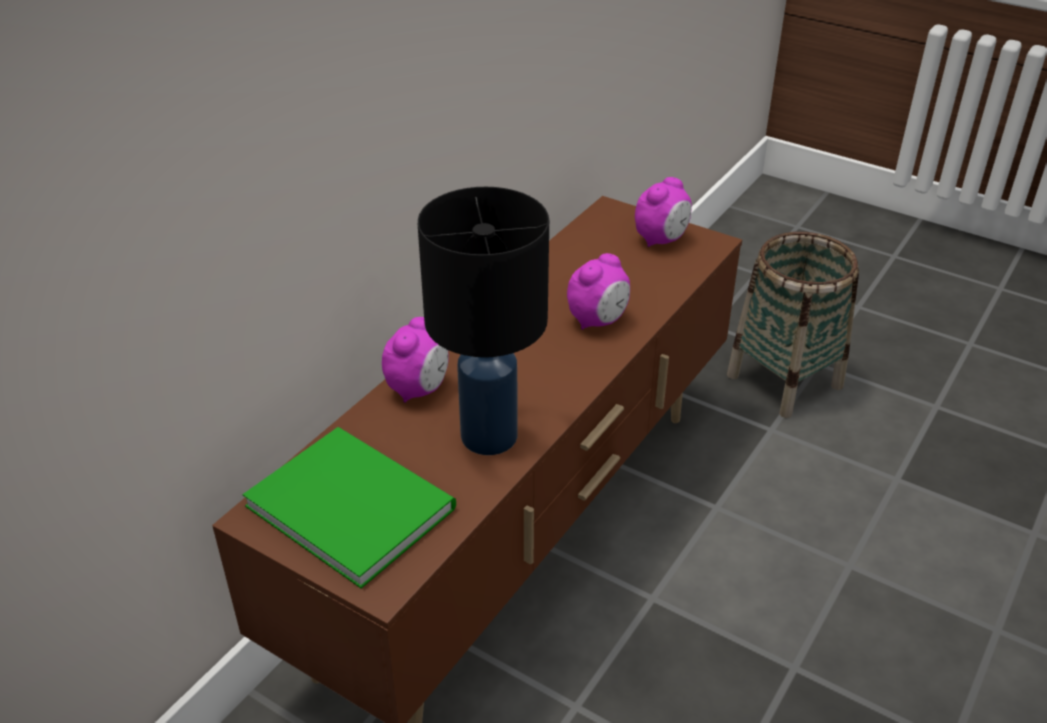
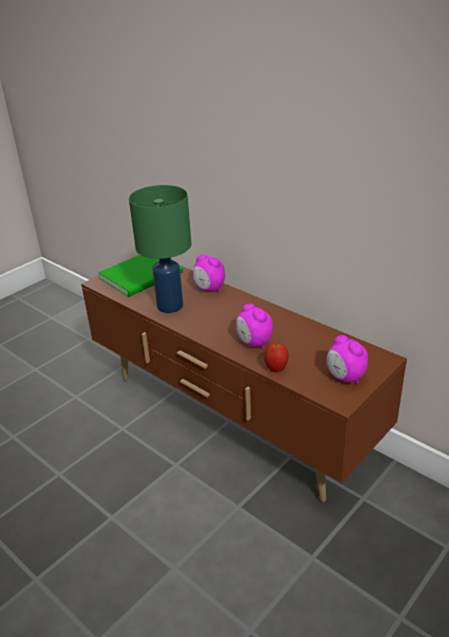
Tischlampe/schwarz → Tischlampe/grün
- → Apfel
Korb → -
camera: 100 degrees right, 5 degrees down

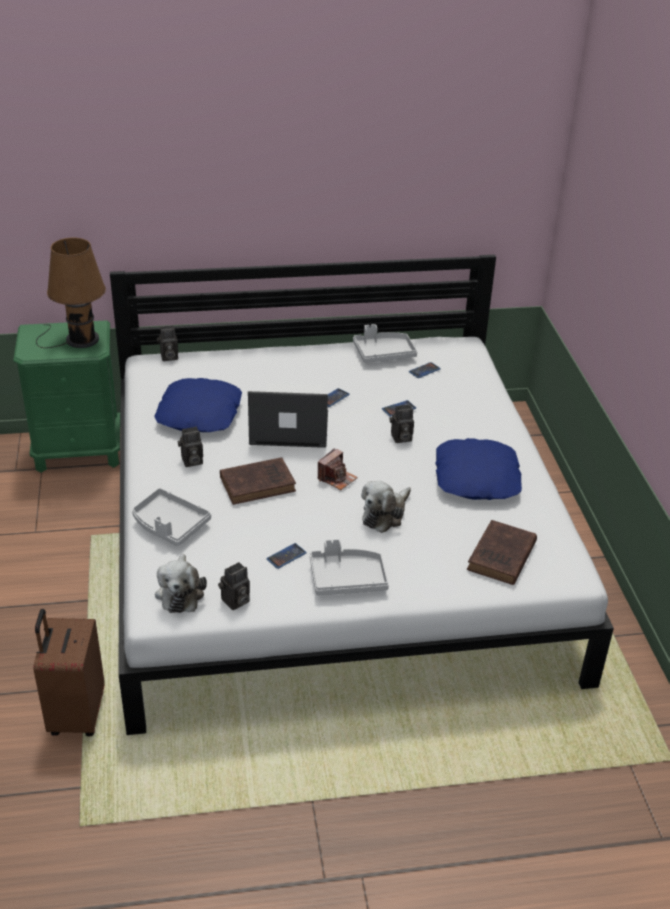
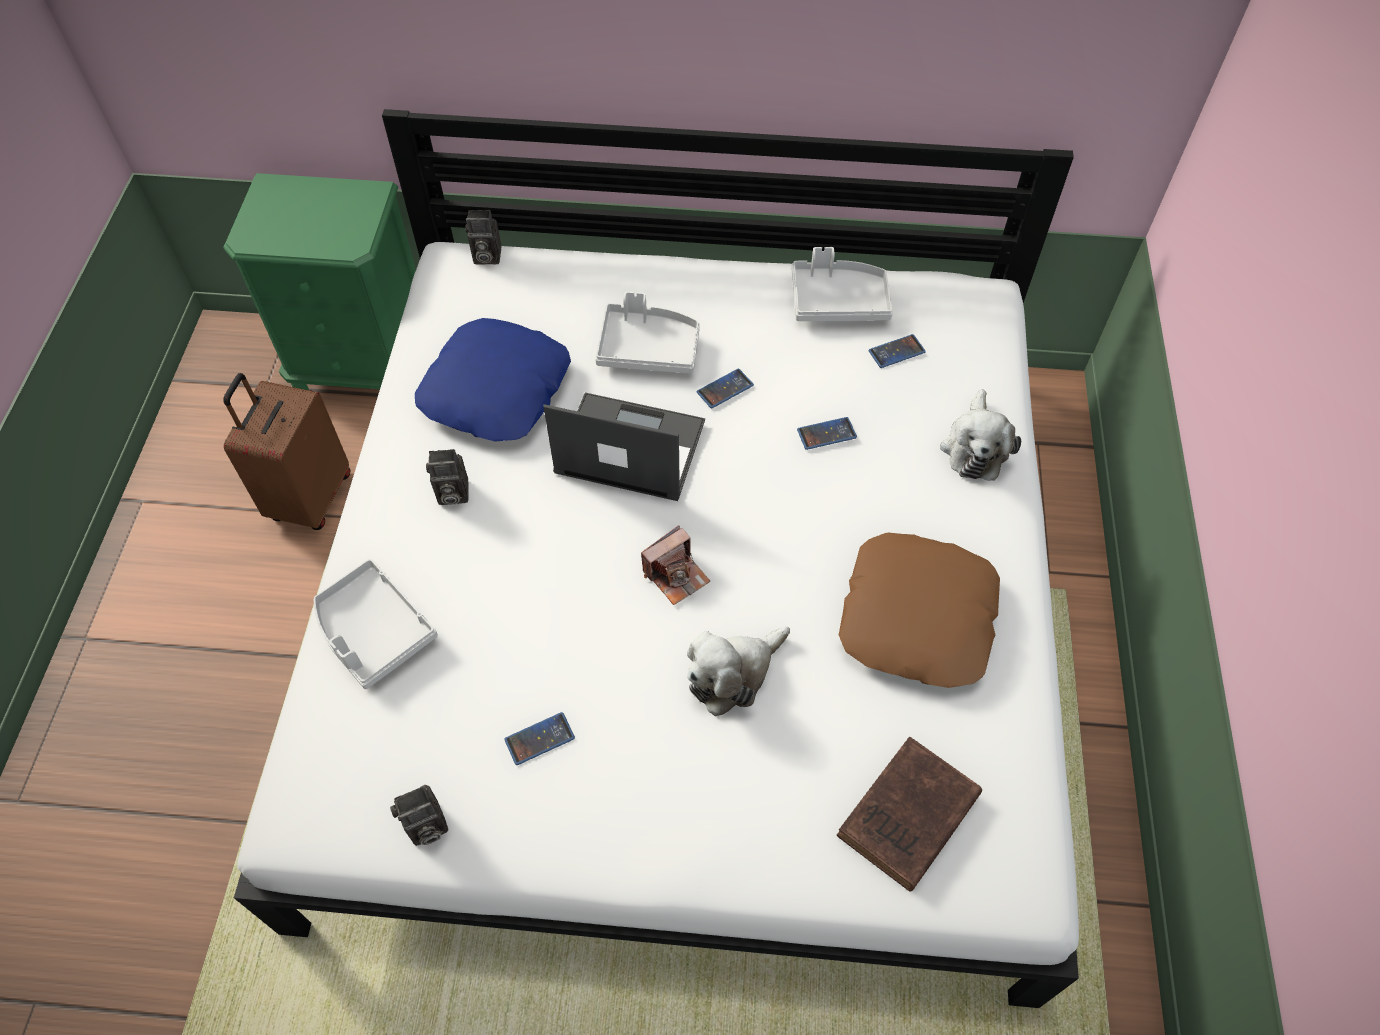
Koffer/braun, relocated
Tablett/grau (no. 2 from left), relocated
Kissen/blau (no. 2 from left) → Kissen/braun
Plüschtier (no. 1 from left in the first image) → Plüschtier (no. 2 from left), relocated
Tischlampe/braun → -
Buch/braun (no. 1 from left) → -
Kamera (no. 5 from left) → -
camera: 15 degrees right, 20 degrees up

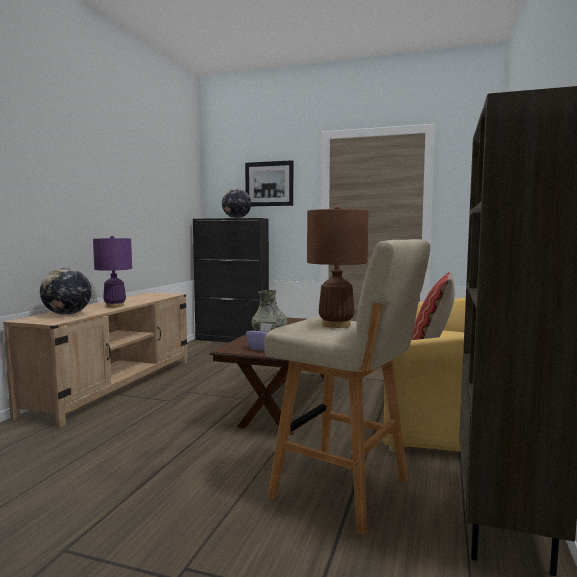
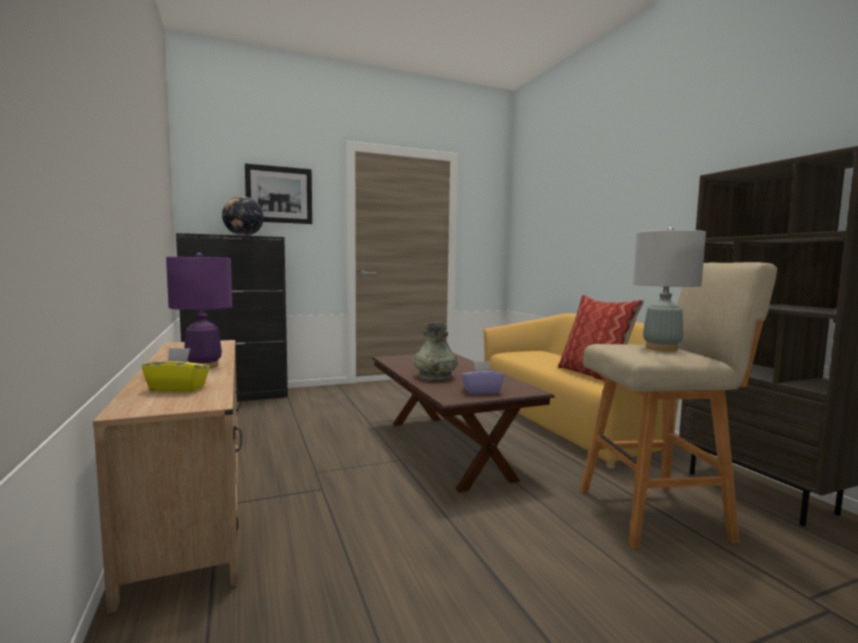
Globus (no. 1 from left) → Taschentuchbox/gelb
Tischlampe/braun → Tischlampe/grau
camera: 40 degrees left, 0 degrees up

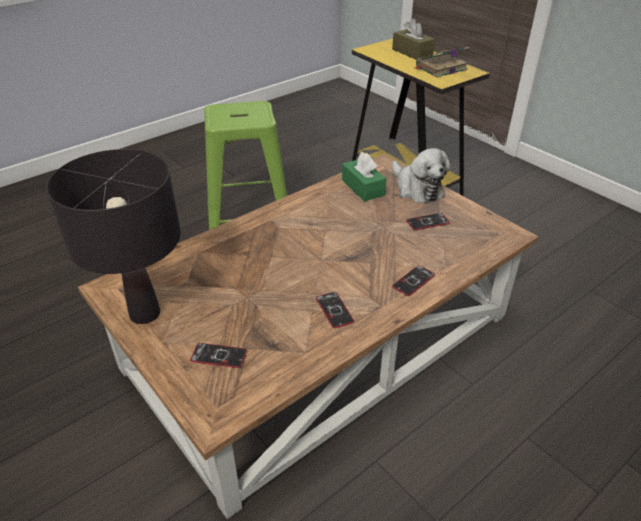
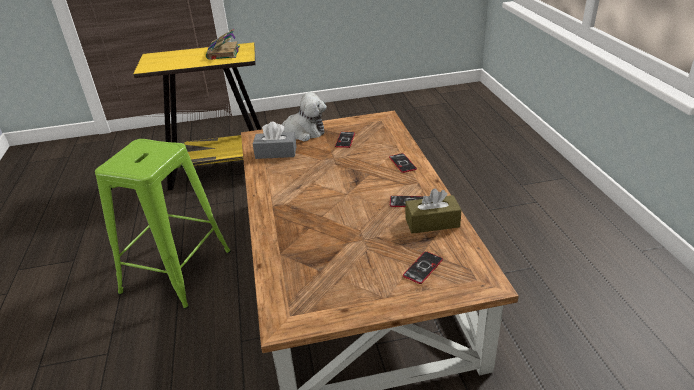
Taschentuchbox/grün → Taschentuchbox/grau
Taschentuchbox/braun, relocated
Tischlampe/schwarz → -
camera: 60 degrees left, 5 degrees down

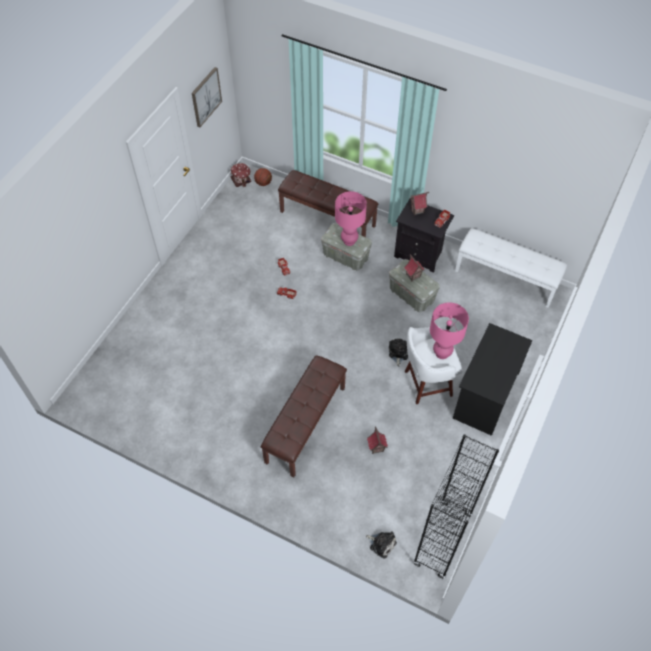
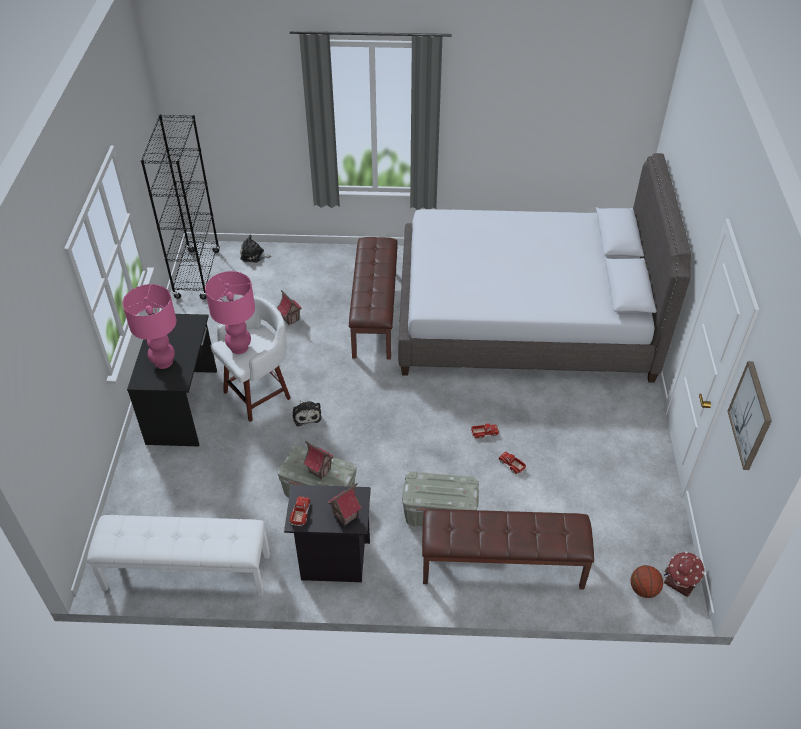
Tischlampe/rosa (no. 1 from left), relocated
- → Bett/grau
camera: 155 degrees right, 10 degrees down

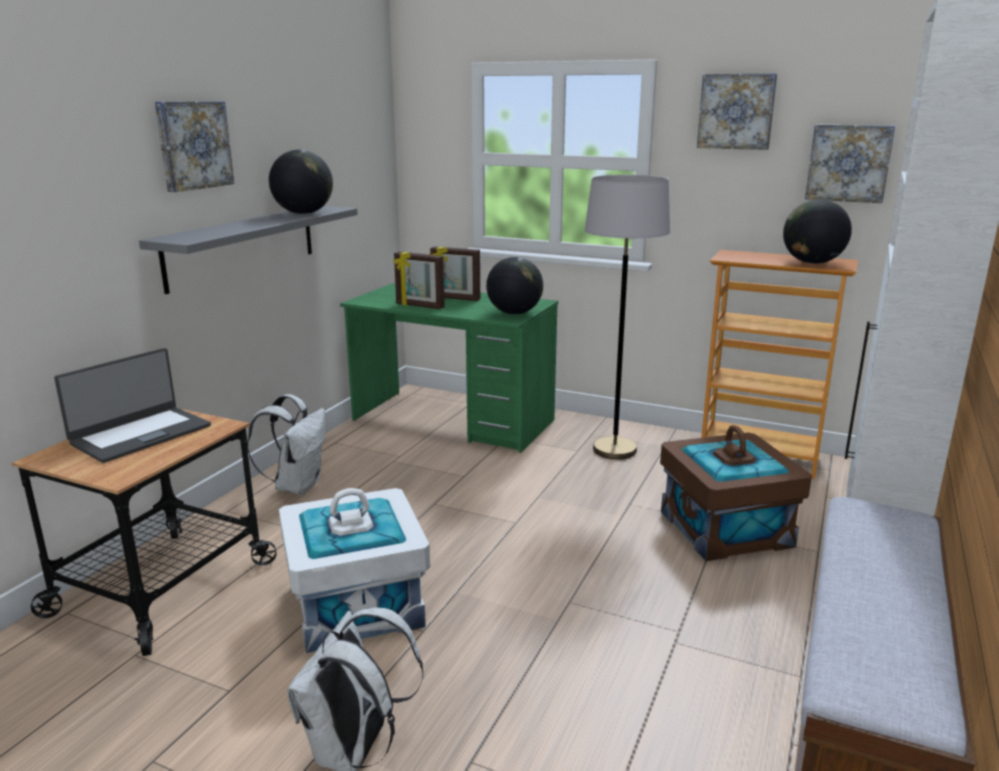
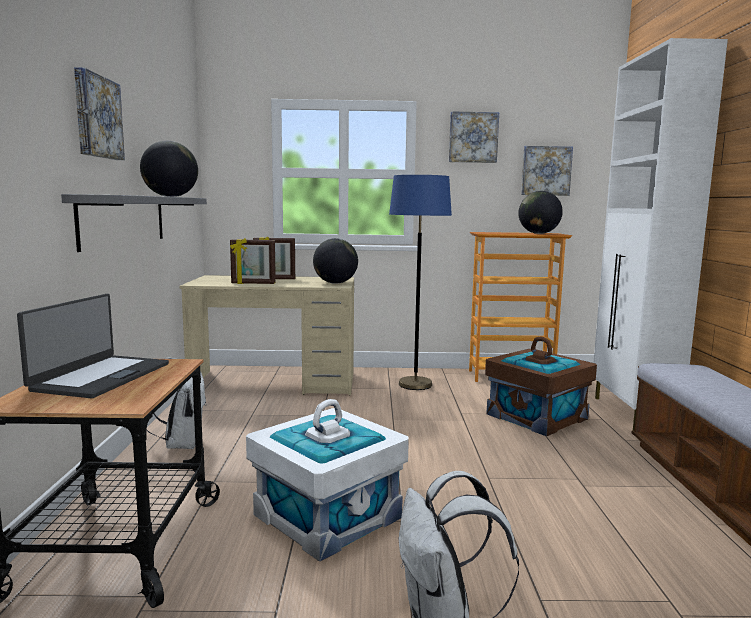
Schreibtisch/grün → Schreibtisch/beige
Stehlampe/grau → Stehlampe/blau
camera: 25 degrees left, 10 degrees down

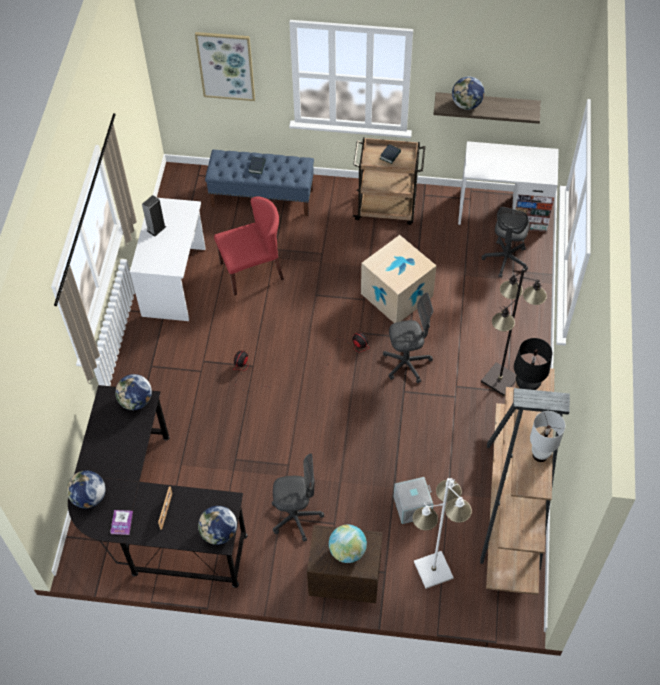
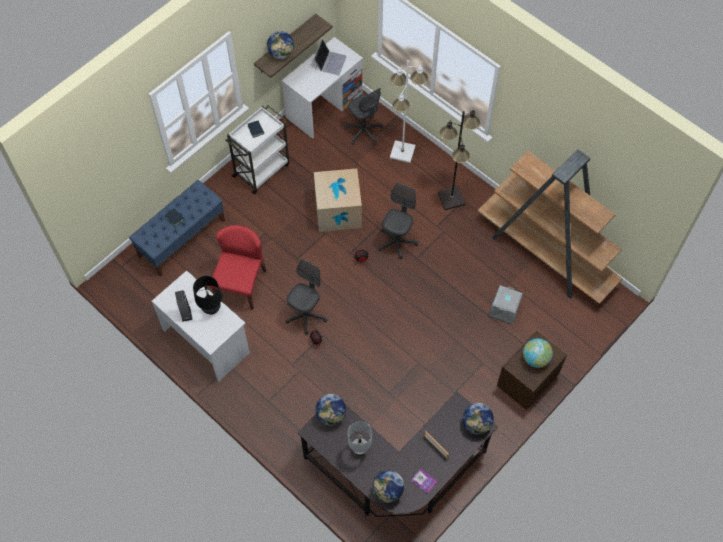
Tischlampe/schwarz, relocated
Rollwagen/braun → Rollwagen/weiß
Bürostuhl/grau (no. 1 from left), relocated
- → Laptop
Tischlampe/weiß, relocated
Stehlampe/weiß, relocated
Bild → -
camera: 55 degrees left, 5 degrees up

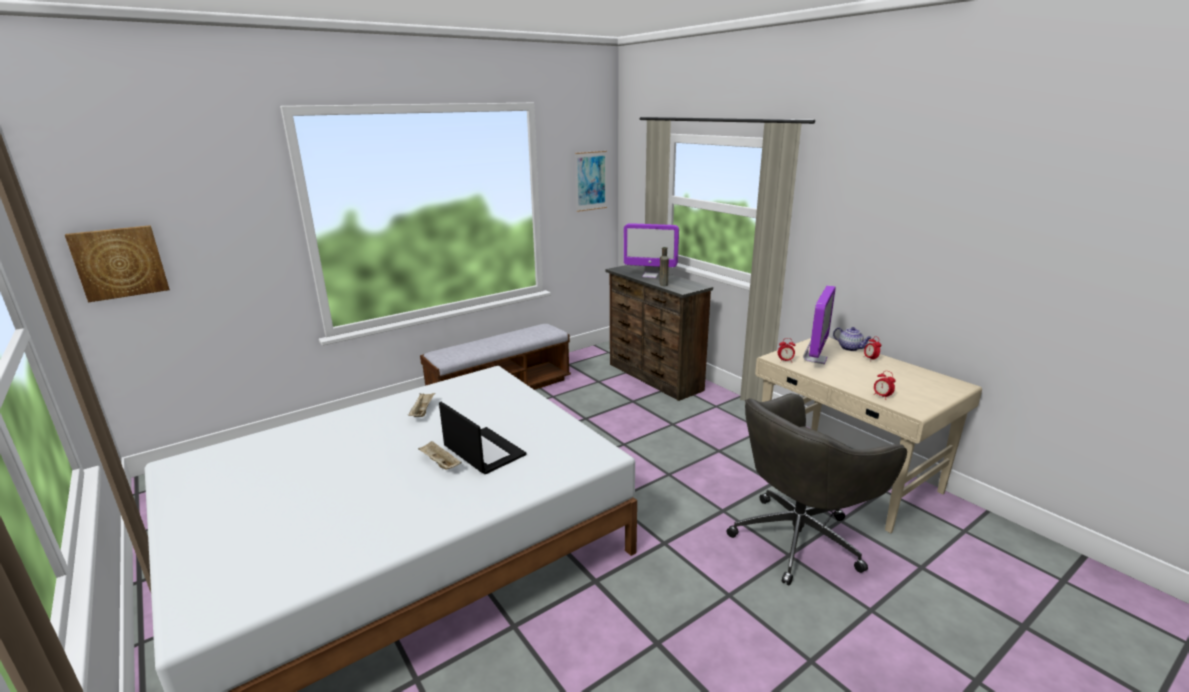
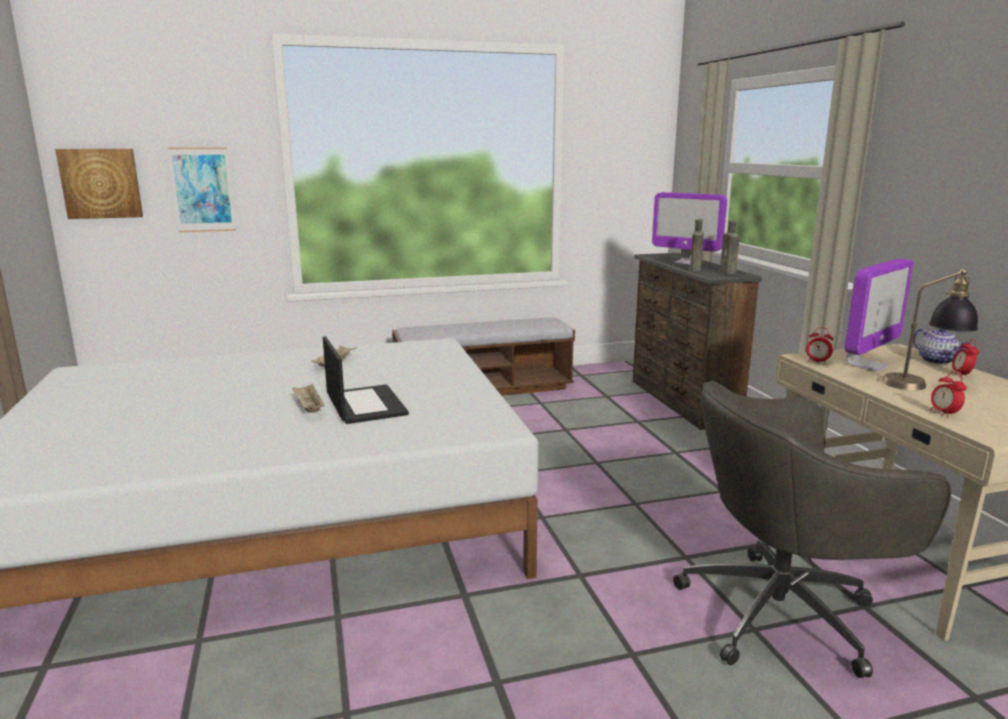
Bild (no. 2 from left), relocated
- → Flasche/braun (no. 2 from left)
- → Tischlampe
camera: 20 degrees right, 5 degrees down

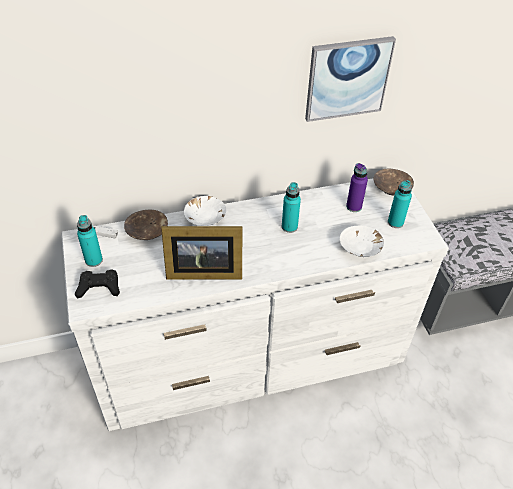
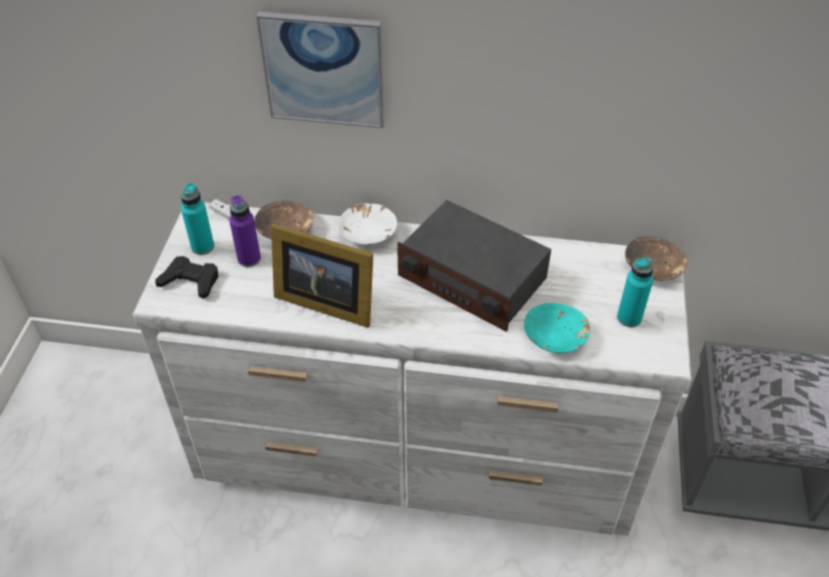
Flasche/lila, relocated
Bild, relocated
Flasche/türkis (no. 2 from left) → Radio
Schüssel/weiß (no. 2 from left) → Schüssel/türkis
camera: 25 degrees right, 0 degrees up

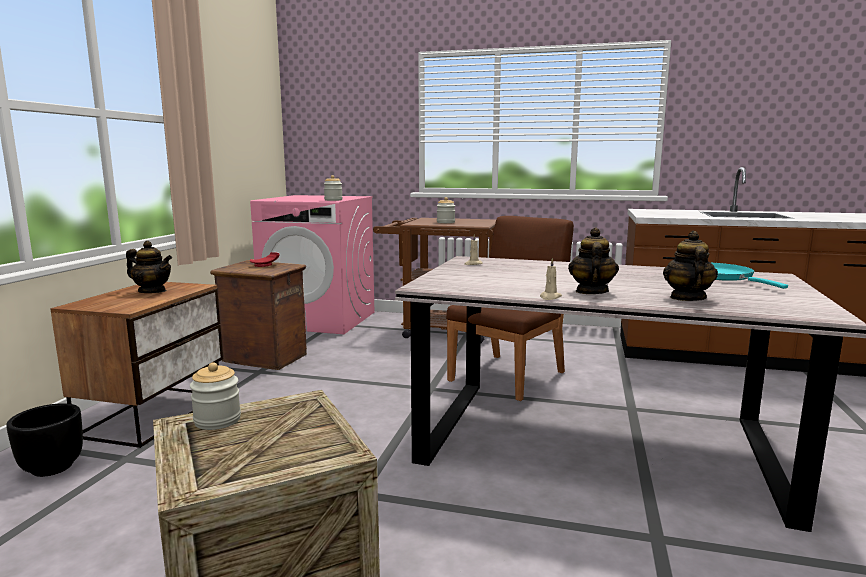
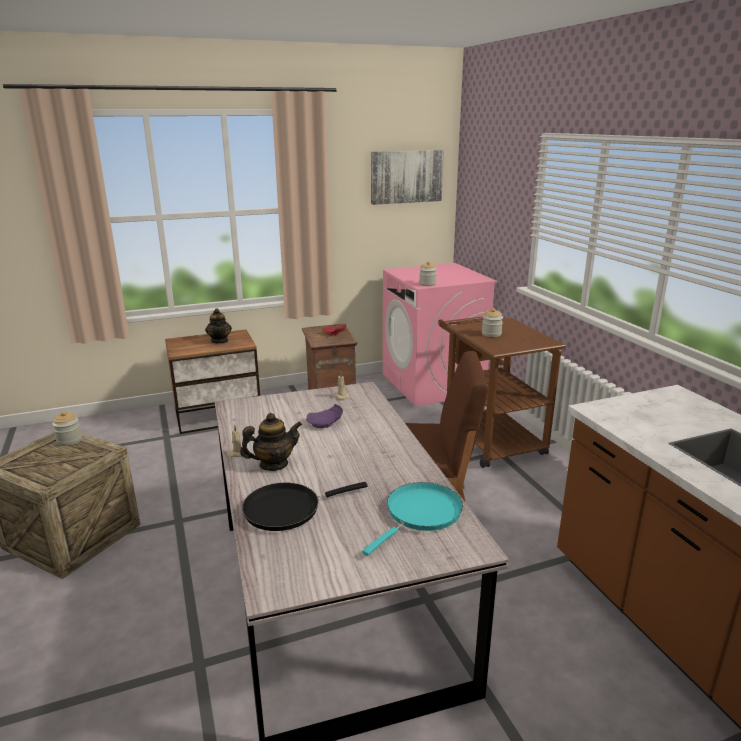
Teekanne (no. 3 from left) → Pfanne/schwarz
- → Teller/lila
- → Bild
Pflanzkübel/schwarz → -
camera: 55 degrees right, 10 degrees up

